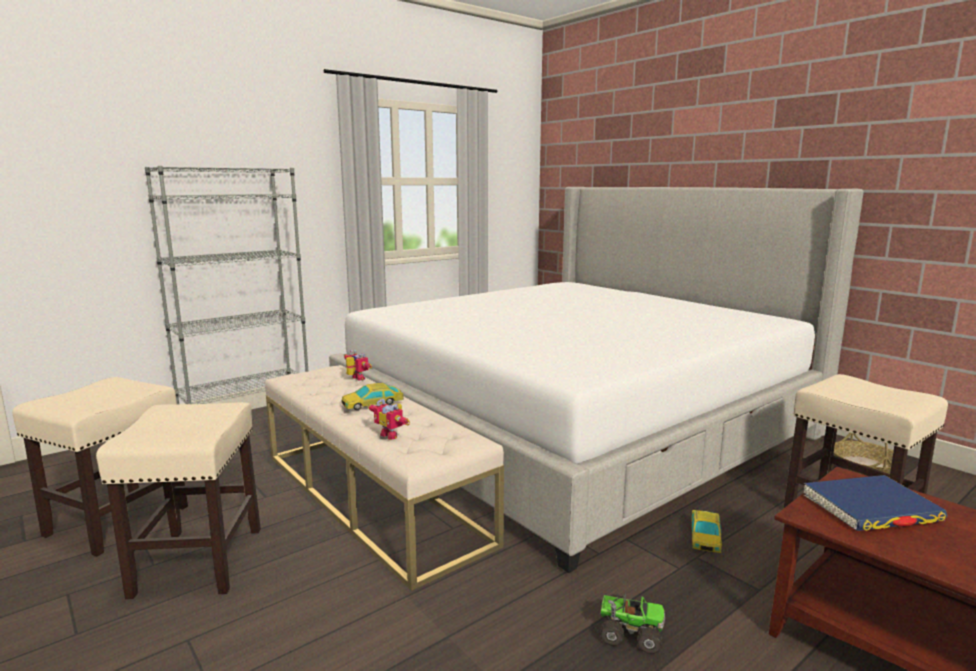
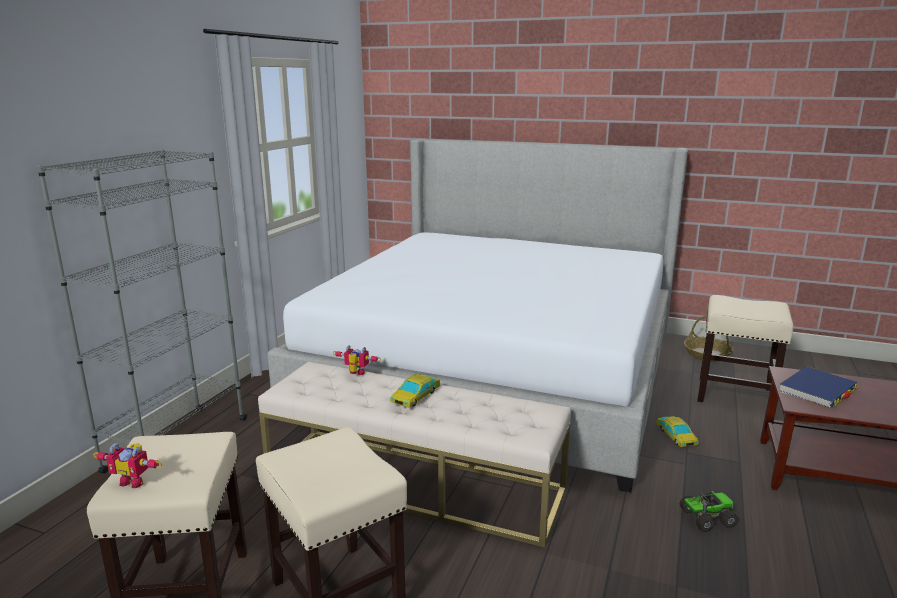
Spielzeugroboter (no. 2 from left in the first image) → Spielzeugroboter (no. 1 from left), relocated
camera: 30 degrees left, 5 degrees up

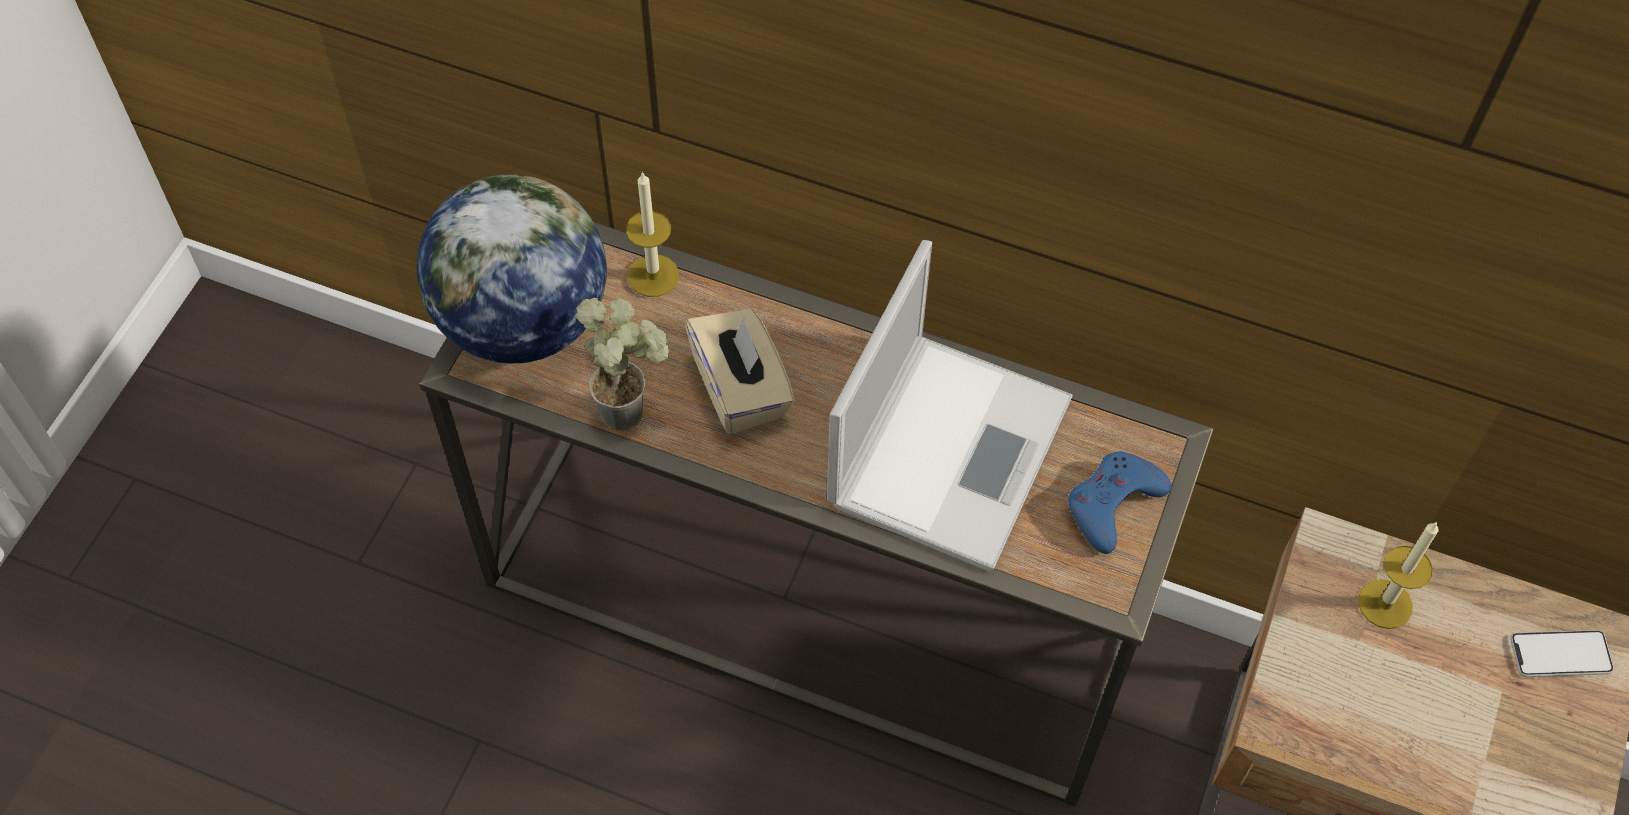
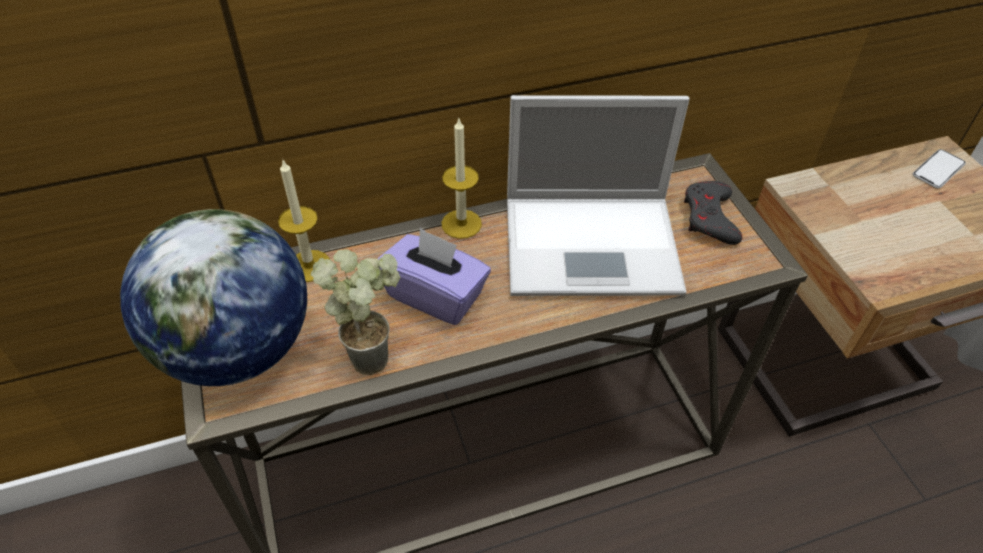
Taschentuchbox/beige → Taschentuchbox/lila
Kerze (no. 2 from left), relocated
Laptop, 105 degrees clockwise
Gamepad/blau → Gamepad/grau
camera: 40 degrees left, 10 degrees down

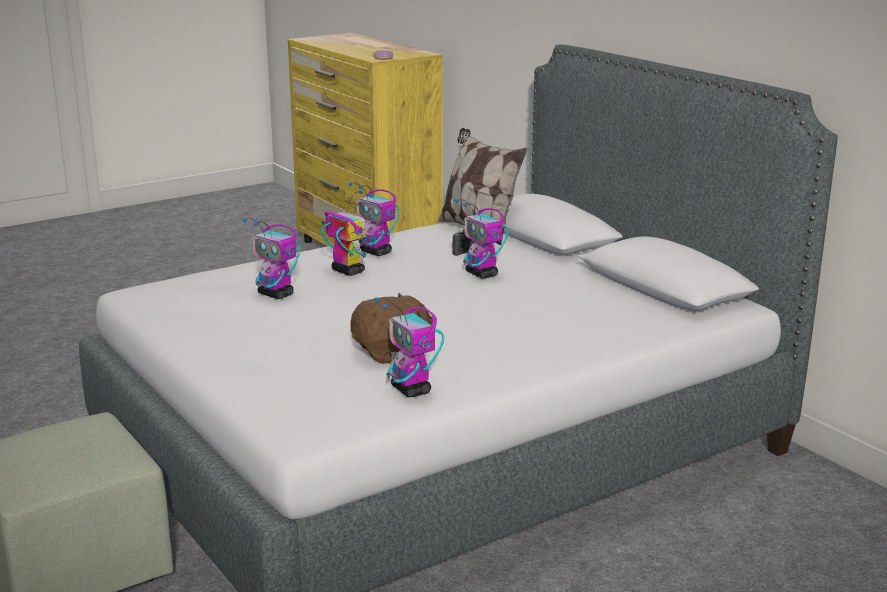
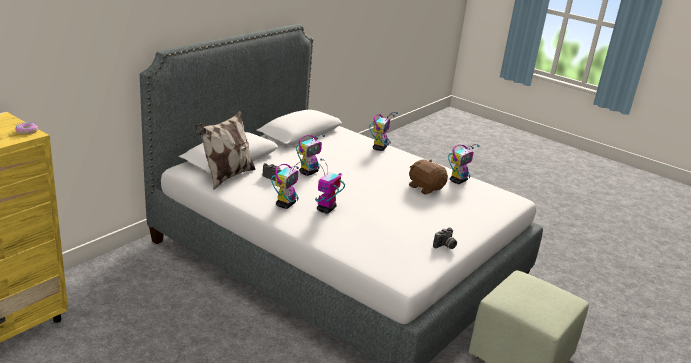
Spielzeugroboter (no. 1 from left in the first image) → Spielzeugroboter (no. 4 from left), relocated
- → Kamera (no. 2 from left)
camera: 110 degrees left, 5 degrees up

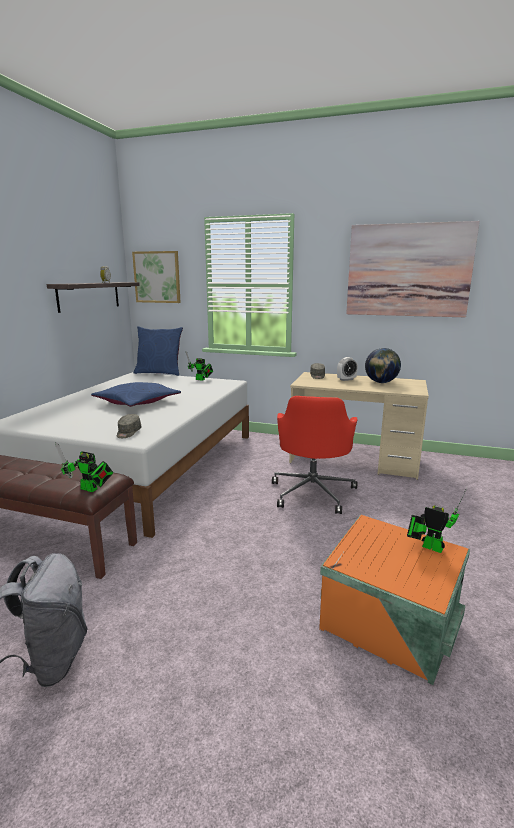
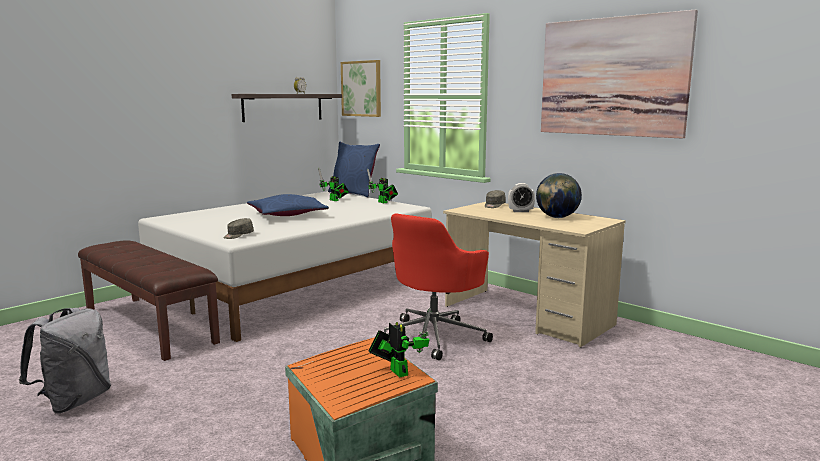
Spielzeugroboter (no. 1 from left), relocated
camera: 25 degrees right, 5 degrees down

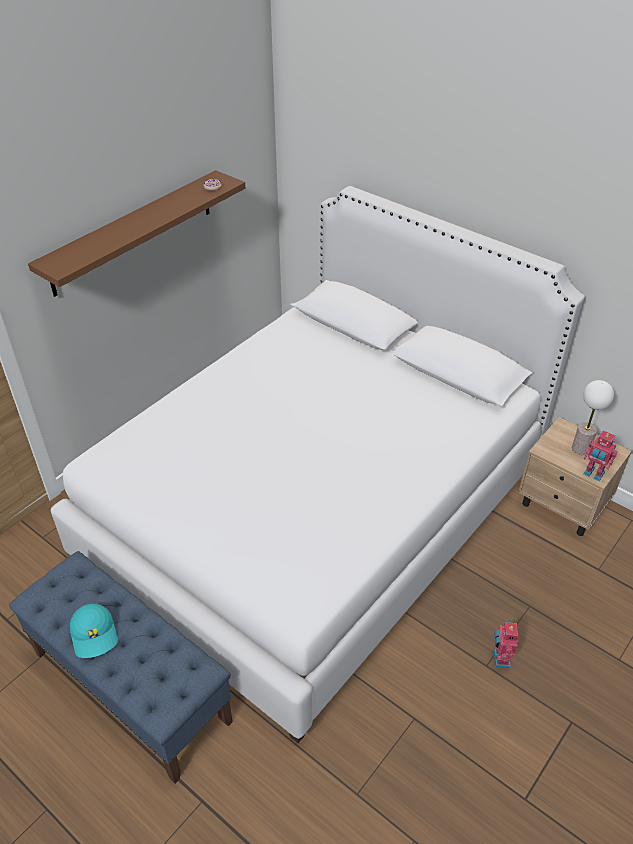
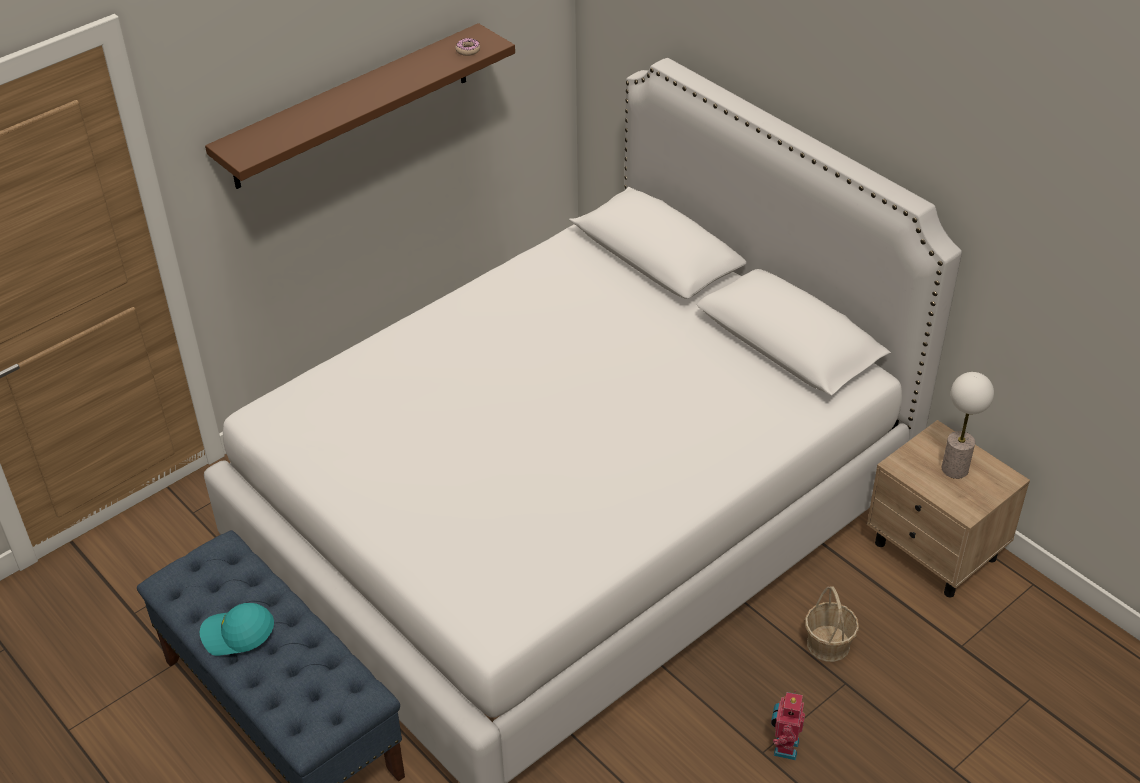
Kappe/türkis, 105 degrees clockwise
- → Korb
Spielzeugroboter (no. 2 from left) → -
camera: 10 degrees right, 0 degrees up

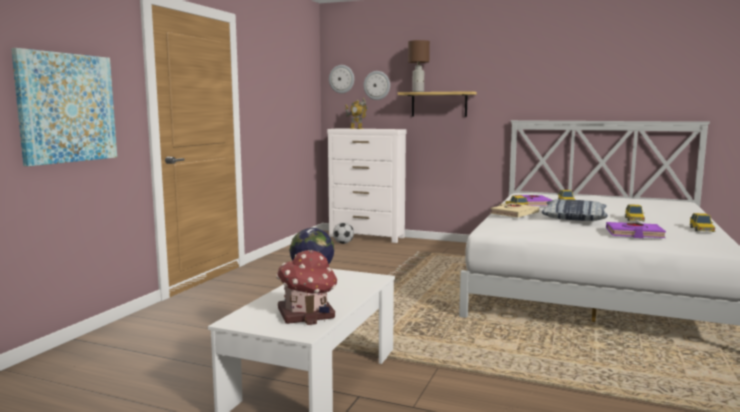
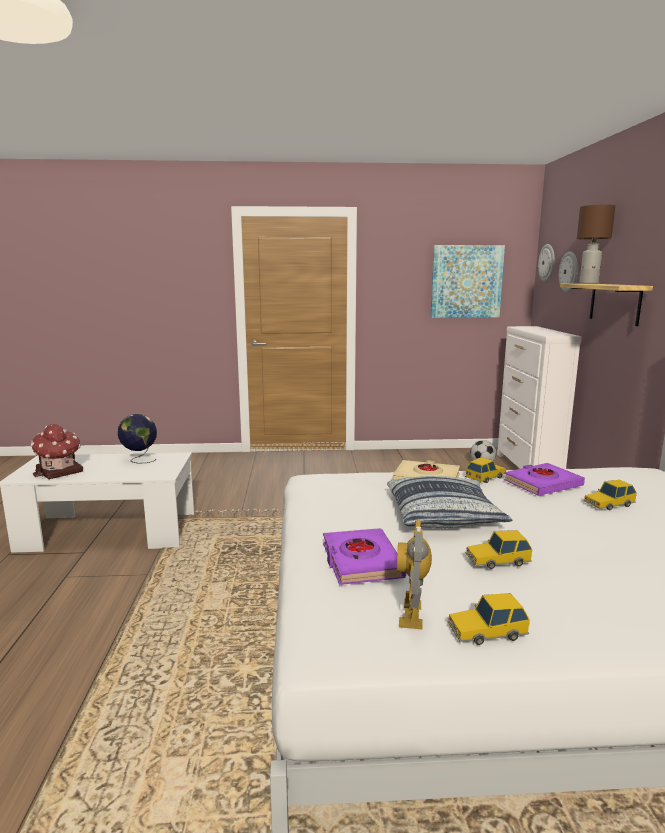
Spielzeugroboter, relocated
Bild, relocated
camera: 65 degrees right, 5 degrees up

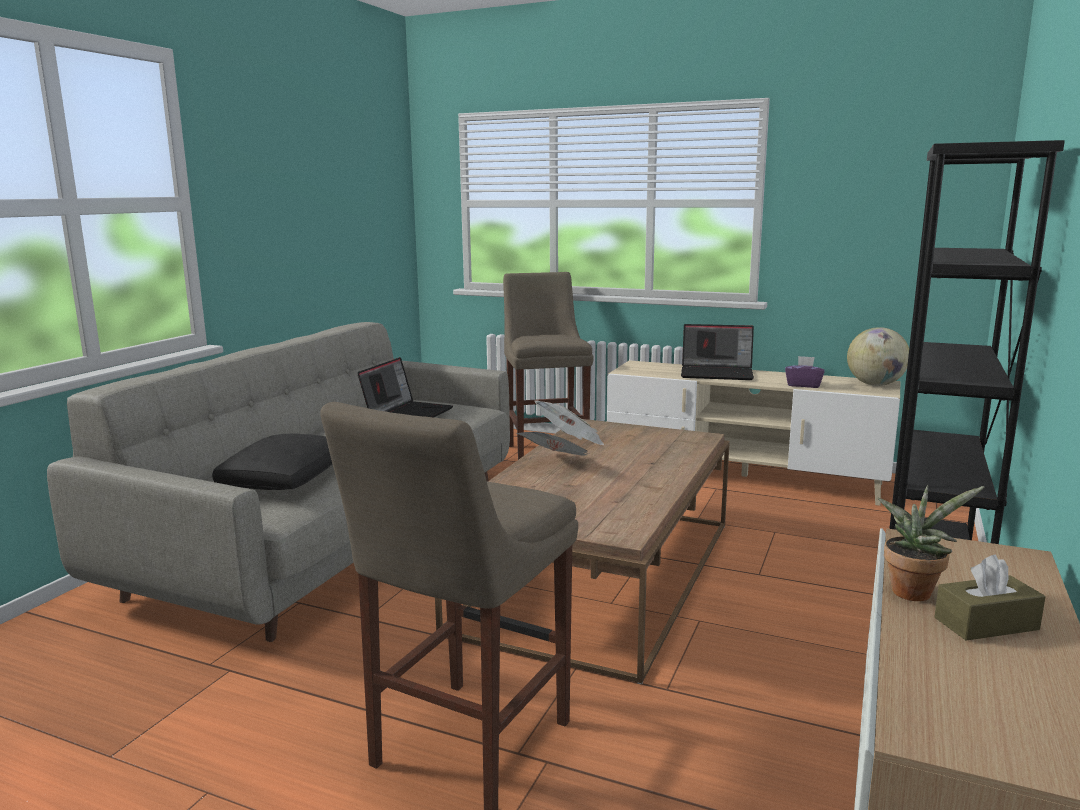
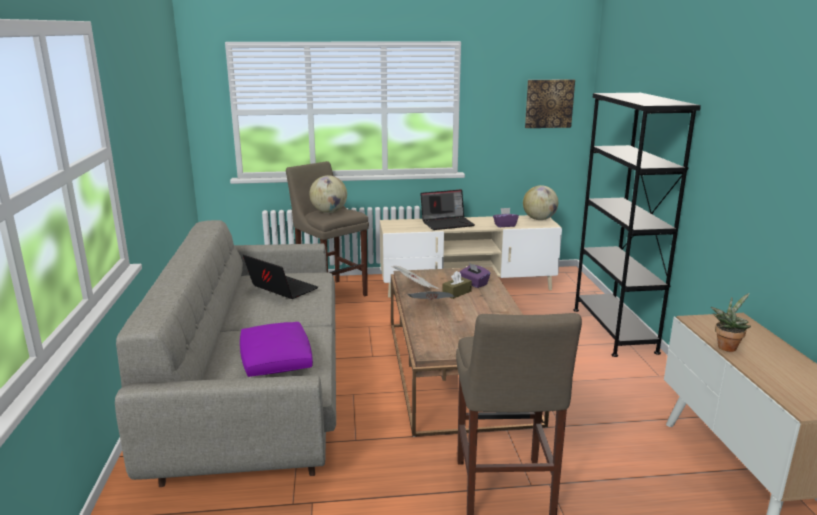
Kissen/schwarz → Kissen/lila
Laptop (no. 1 from left), 45 degrees counterclockwise
- → Globus (no. 1 from left)
Taschentuchbox/braun, relocated
- → Taschentuchbox/lila (no. 1 from left)
- → Bild
camera: 30 degrees left, 5 degrees up

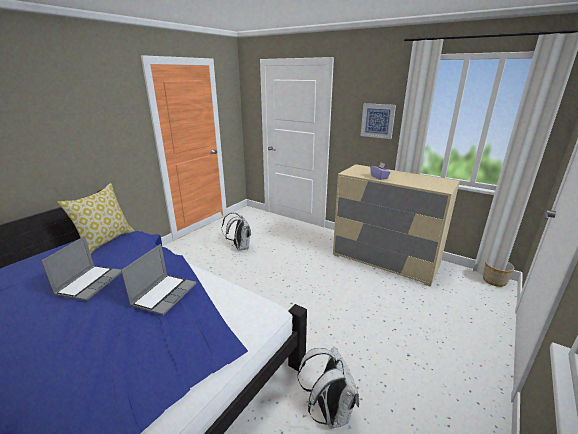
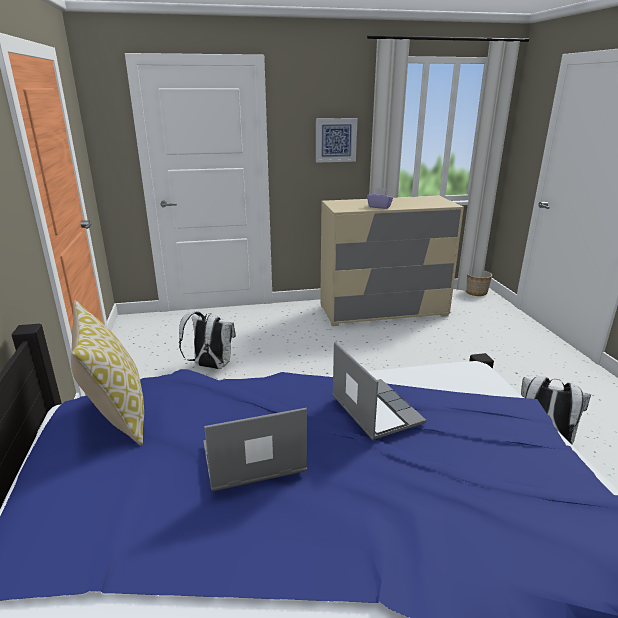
Laptop (no. 1 from left), 75 degrees counterclockwise
camera: 45 degrees left, 0 degrees up

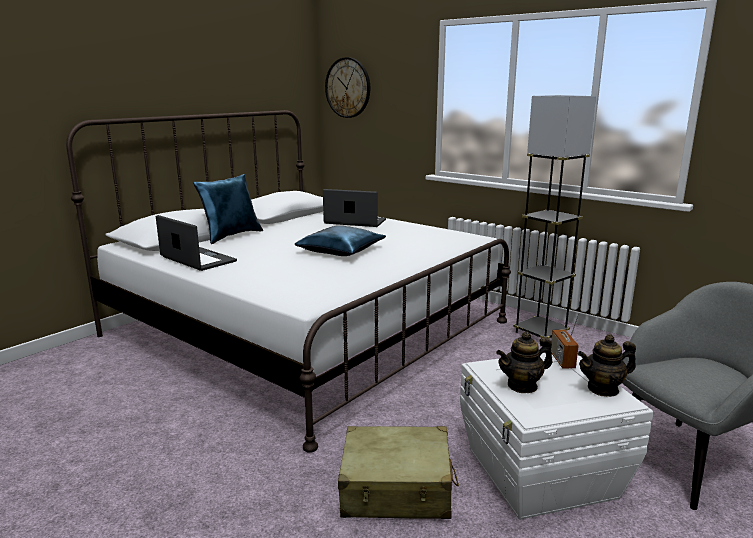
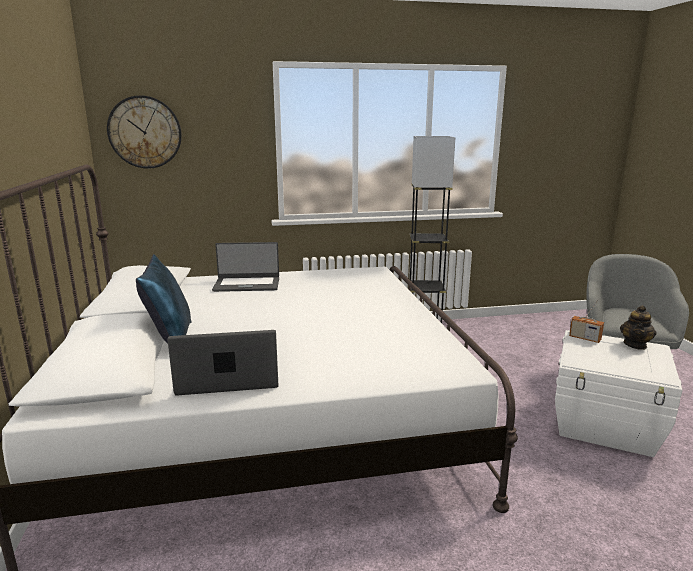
Laptop (no. 2 from left), 150 degrees counterclockwise
Kissen/blau (no. 2 from left) → -
Koffer/beige → -
Teekanne (no. 1 from left) → -
camera: 50 degrees left, 0 degrees up

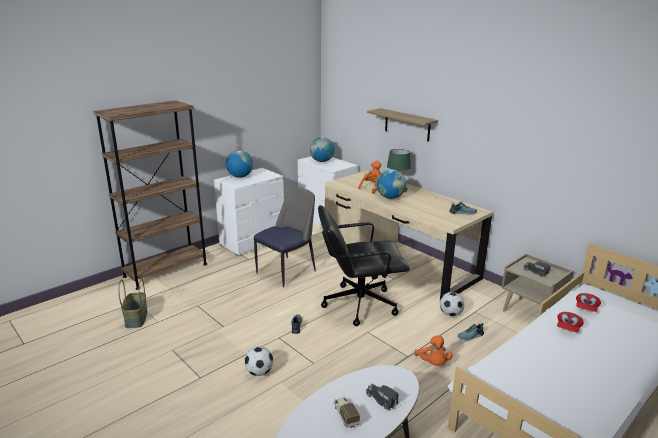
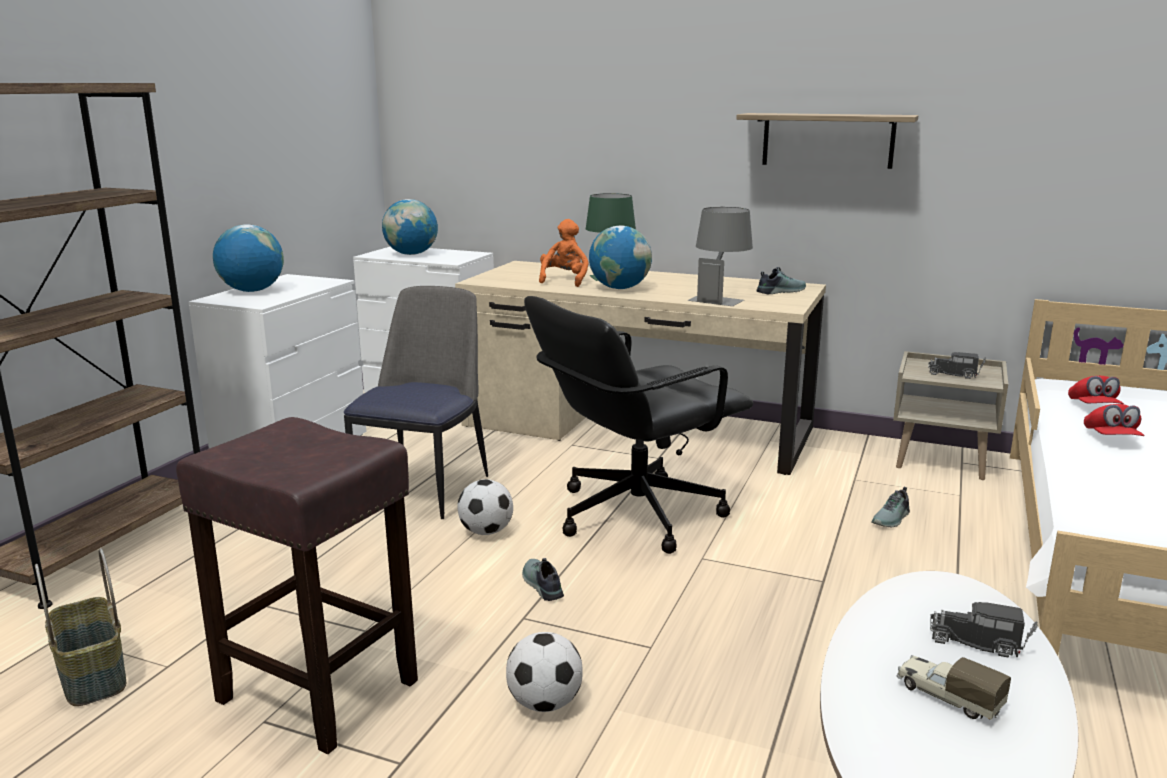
- → Hocker/braun
Fußball (no. 2 from left in the first image) → Fußball (no. 1 from left), relocated
- → Tischlampe/grau
Wandregal, relocated
Plüschtier/orange (no. 2 from left) → -
camera: 25 degrees left, 5 degrees down

